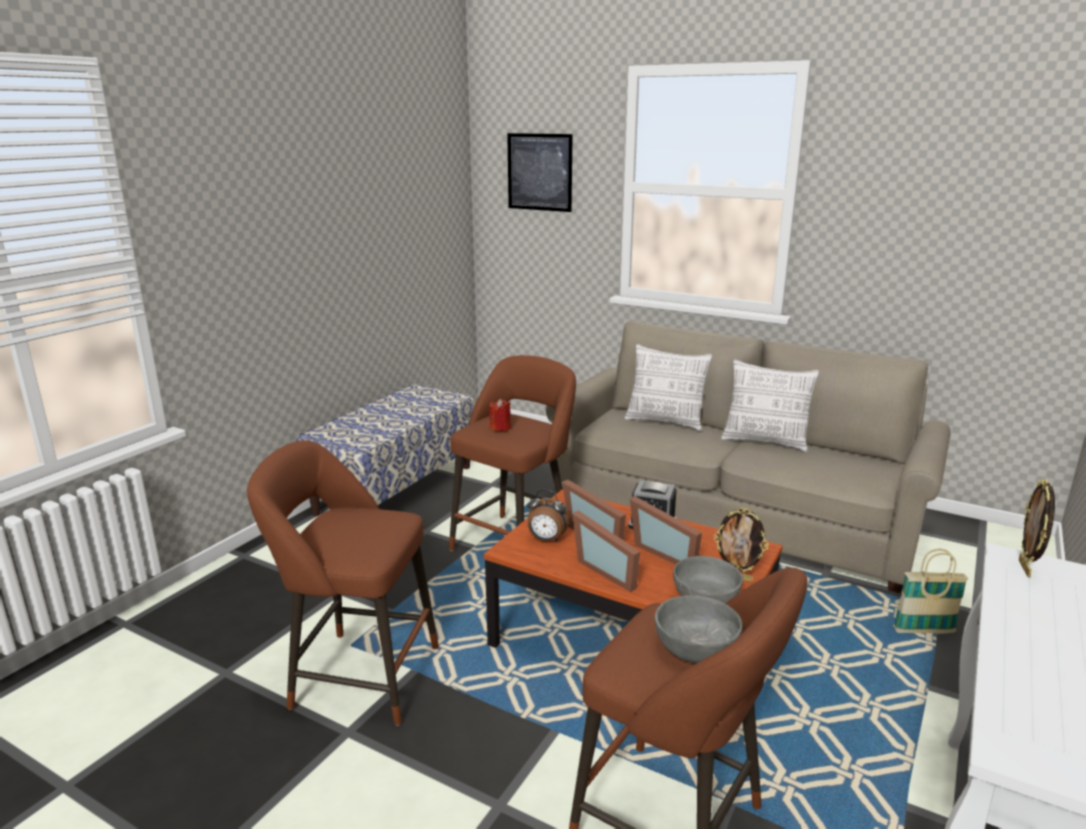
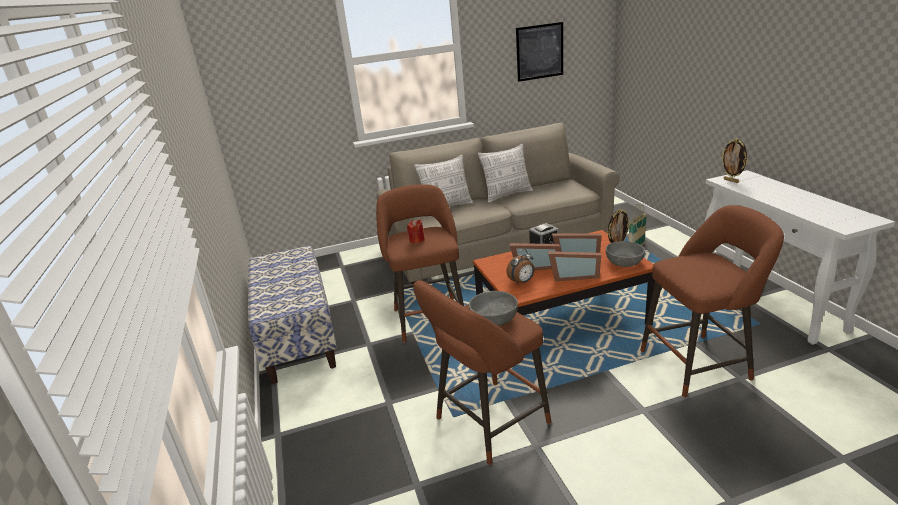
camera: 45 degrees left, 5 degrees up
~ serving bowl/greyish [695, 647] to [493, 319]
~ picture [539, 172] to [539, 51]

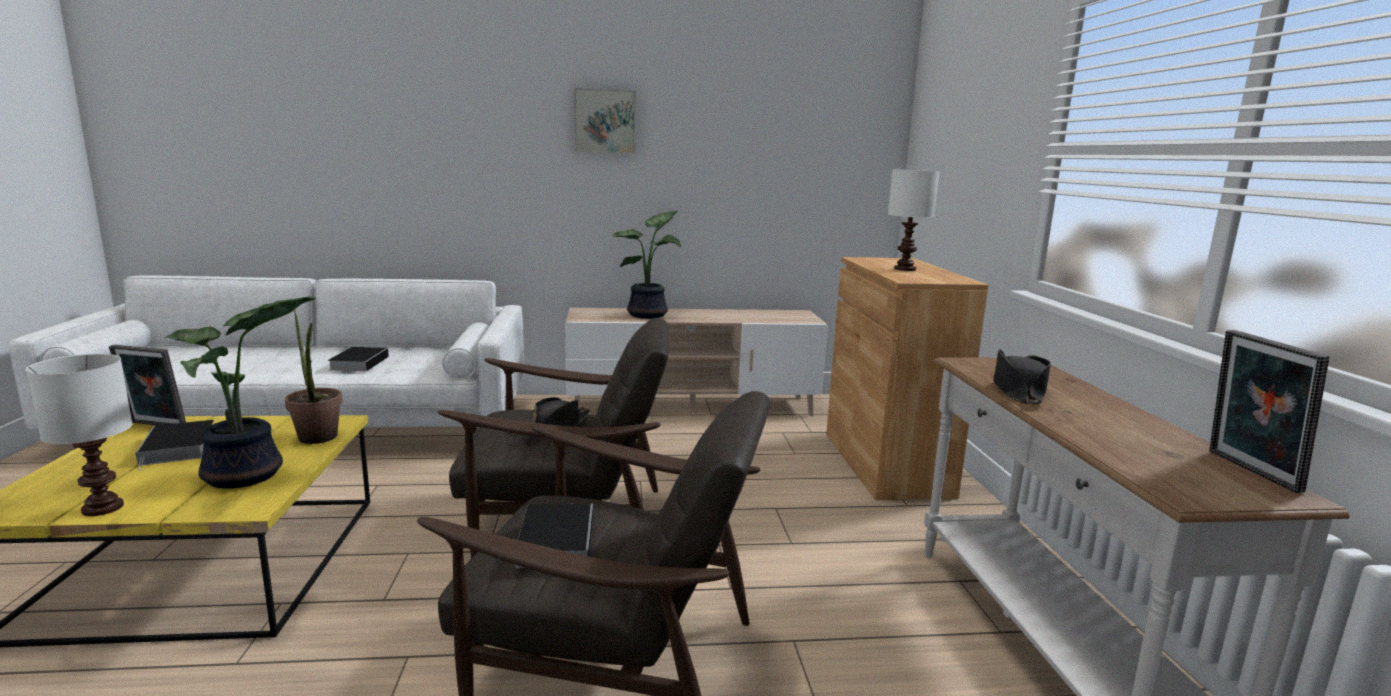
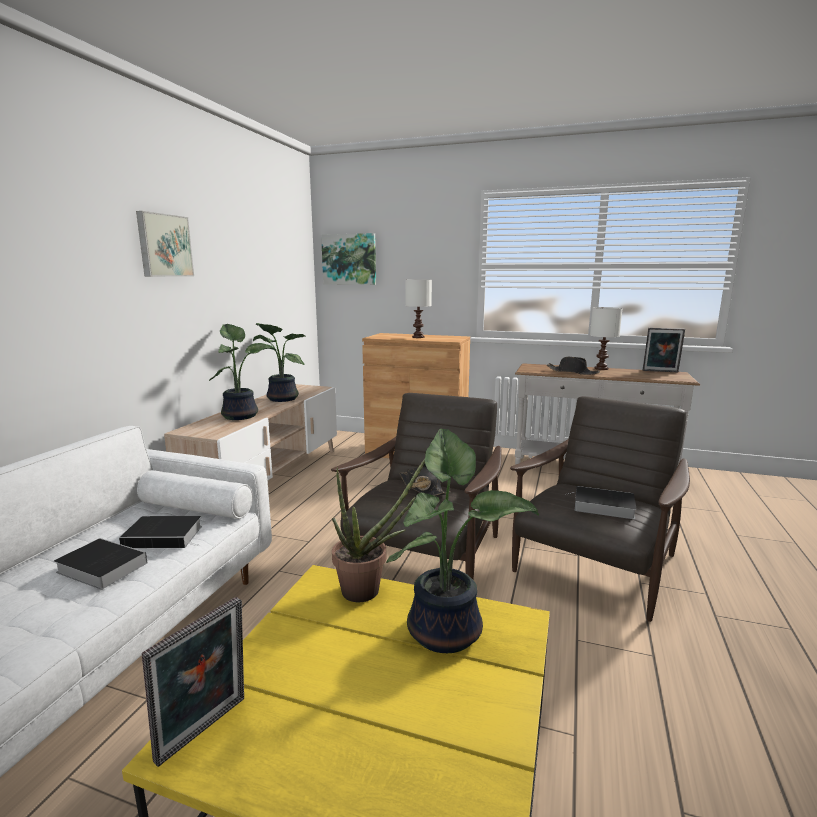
camera: 65 degrees left, 0 degrees up
~ book [179, 448] to [165, 536]
+ potted plant [280, 399]
+ picture [349, 259]
~ tabletop lamp/white [101, 509] to [601, 368]

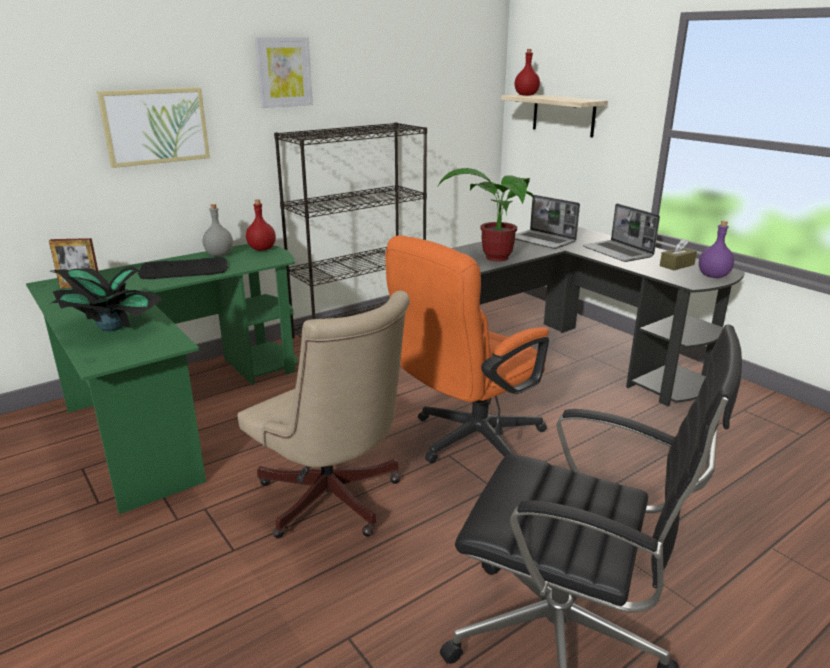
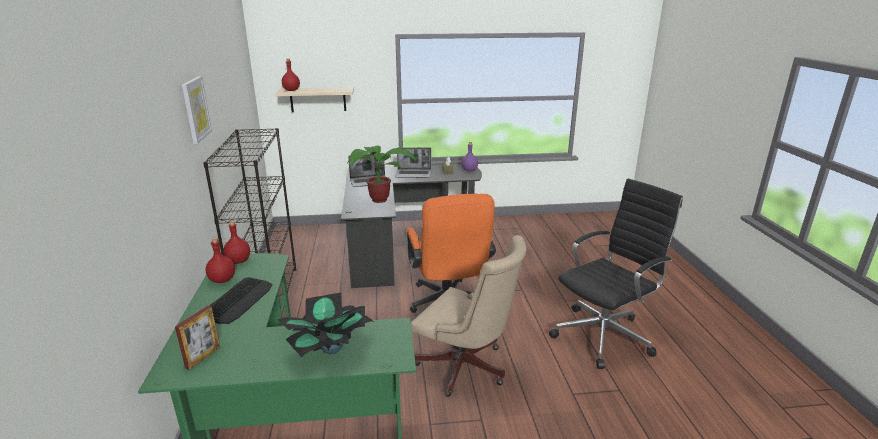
camera: 60 degrees left, 0 degrees up
~ bottle/greyish [219, 255] to bottle/red [222, 280]
~ desk chair/sand-coloured [333, 503] = [466, 369] 45 degrees clockwise
- picture [155, 126]

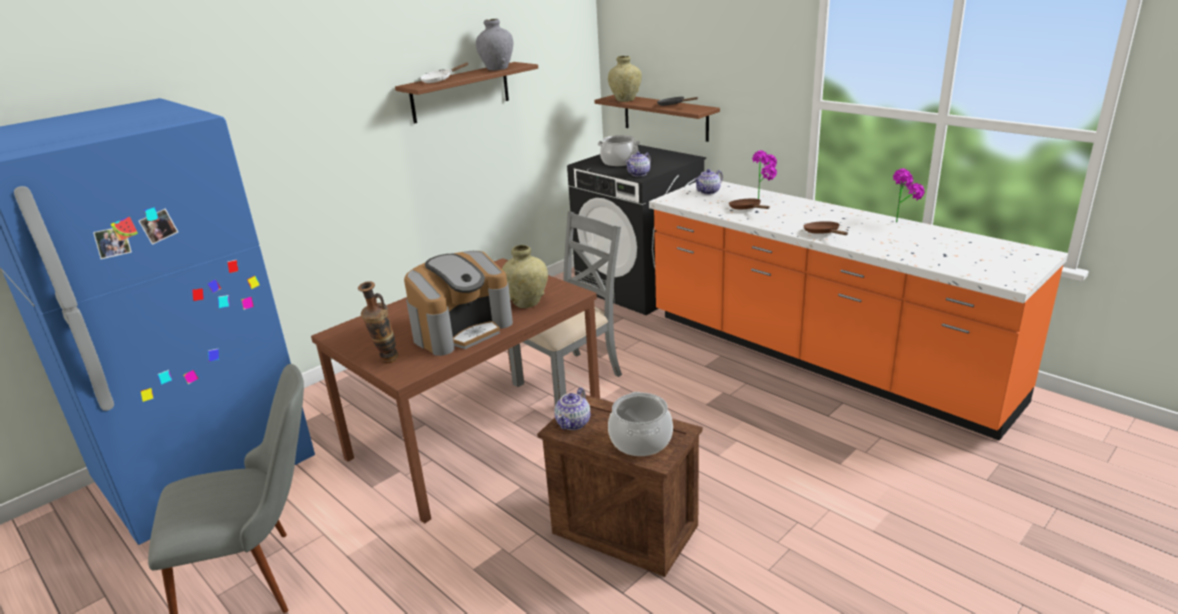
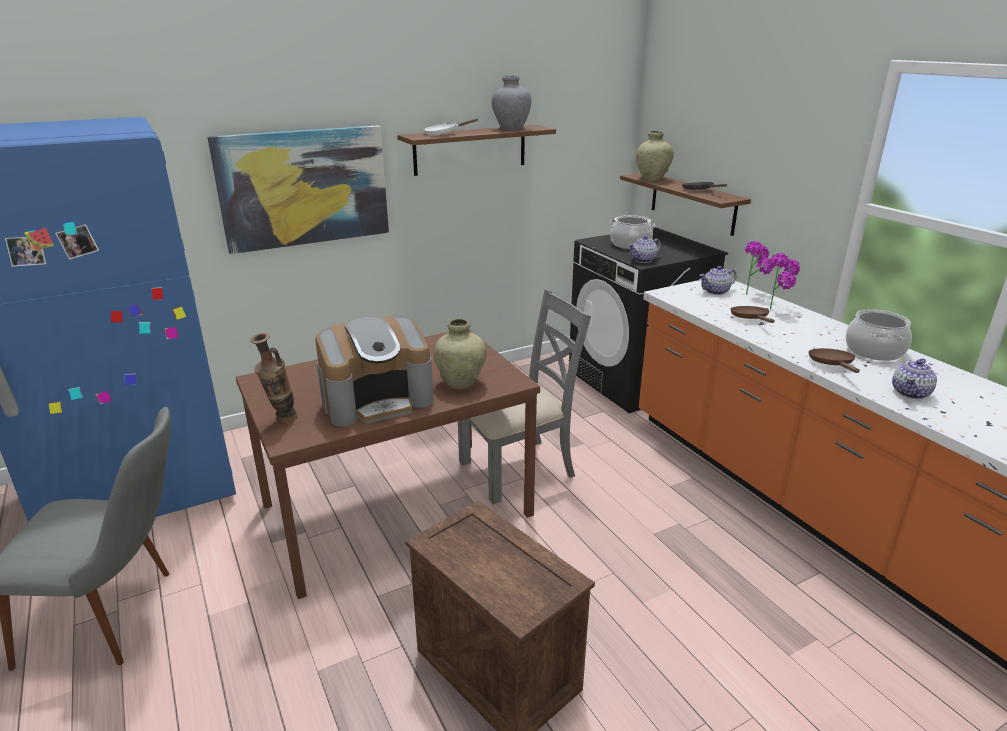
camera: 15 degrees right, 0 degrees up
+ picture [304, 187]
~ potted plant [902, 221] to [753, 294]
~ cooking pot [640, 440] to [873, 351]
~ pot for tea [573, 423] to [911, 393]

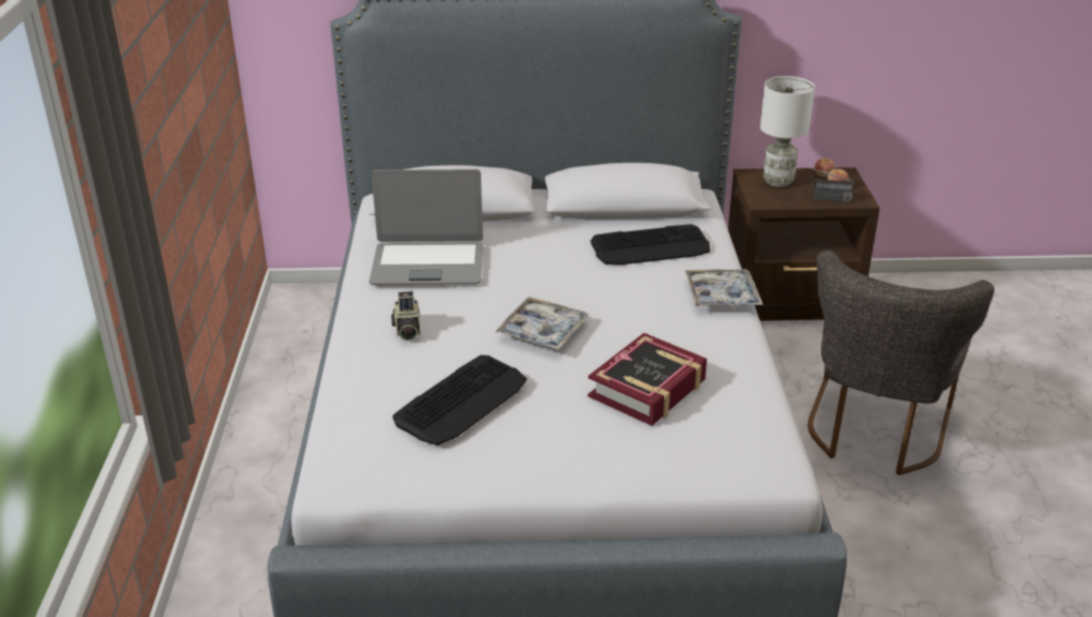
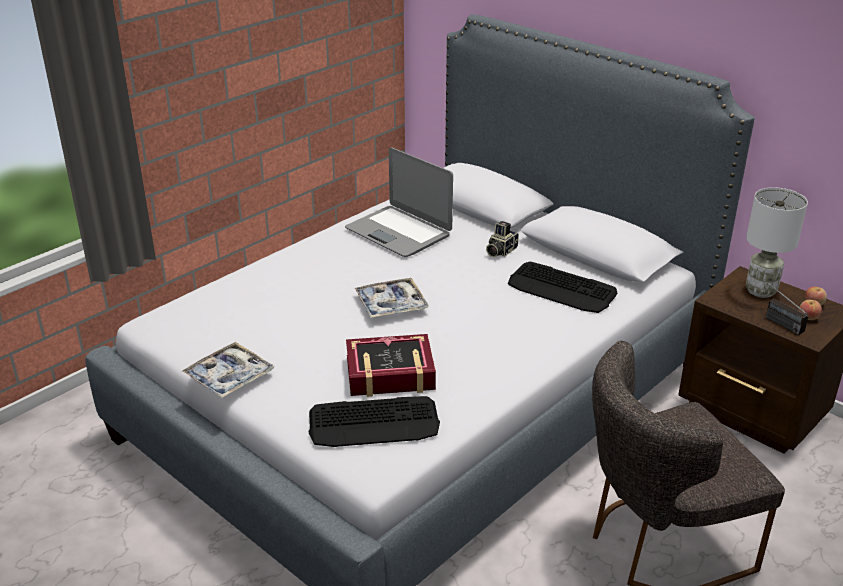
camera: 45 degrees right, 0 degrees up
~ tray [722, 296] to [229, 377]
~ computer keyboard [462, 401] to [374, 423]
~ photo camera [407, 330] to [500, 251]

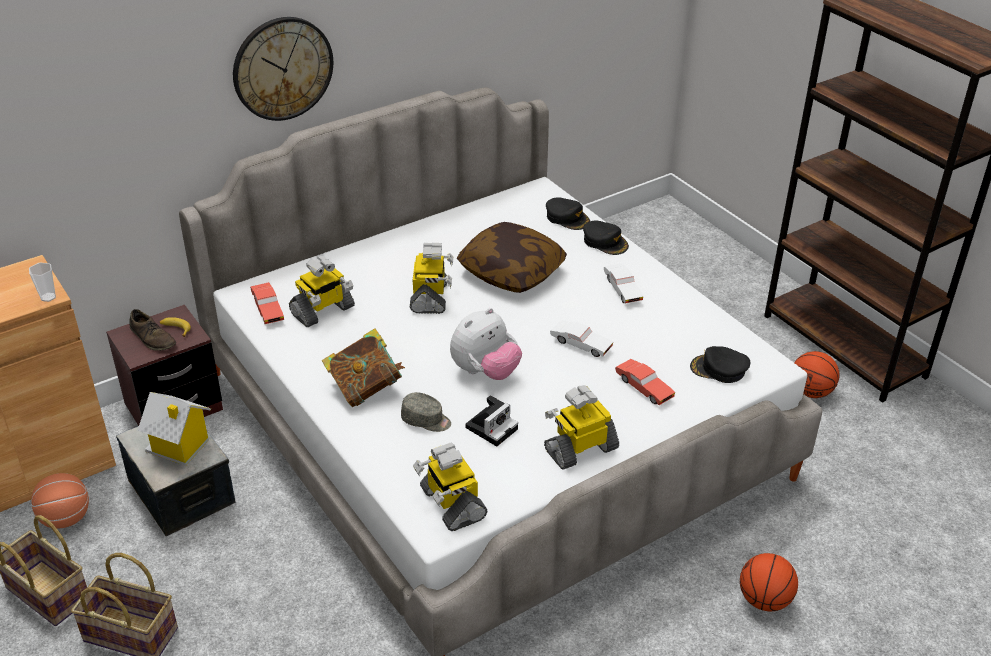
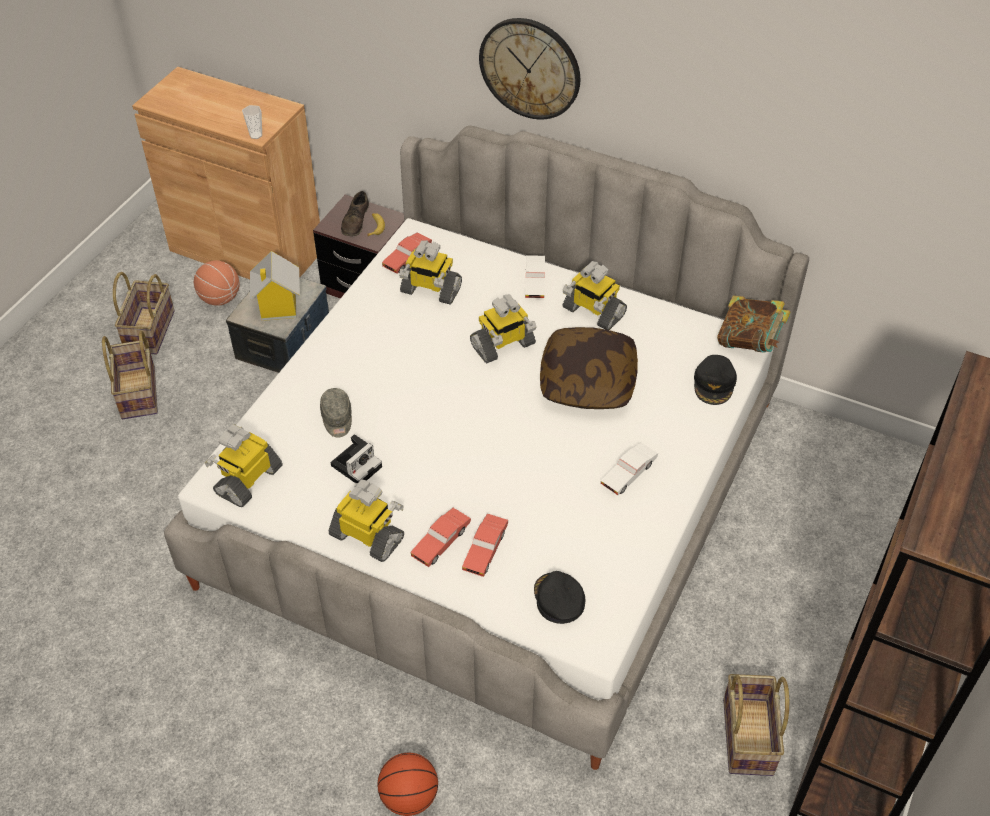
camera: 60 degrees right, 10 degrees up
~ photo camera [492, 427] = [357, 464] 60 degrees counterclockwise
+ toy car/red [441, 542]
~ toy car/white [580, 345] to [534, 282]
+ robot figure [593, 312]
~ book [365, 388] to [749, 342]
~ basketball [811, 392] to household basket [749, 737]
- plush toy [485, 372]
- baseball cap/black-coloured [605, 242]

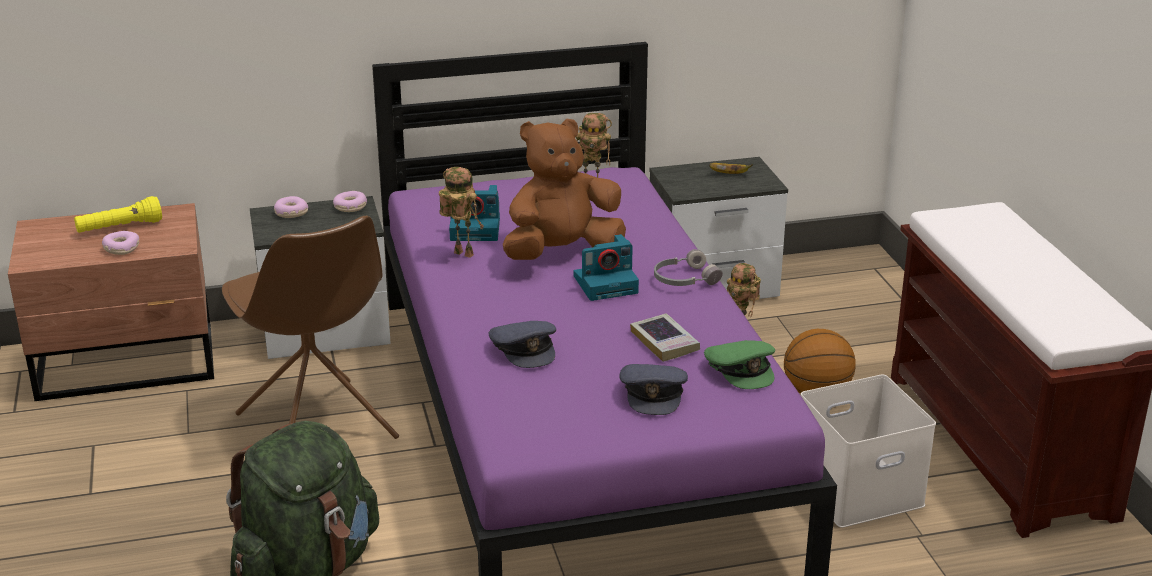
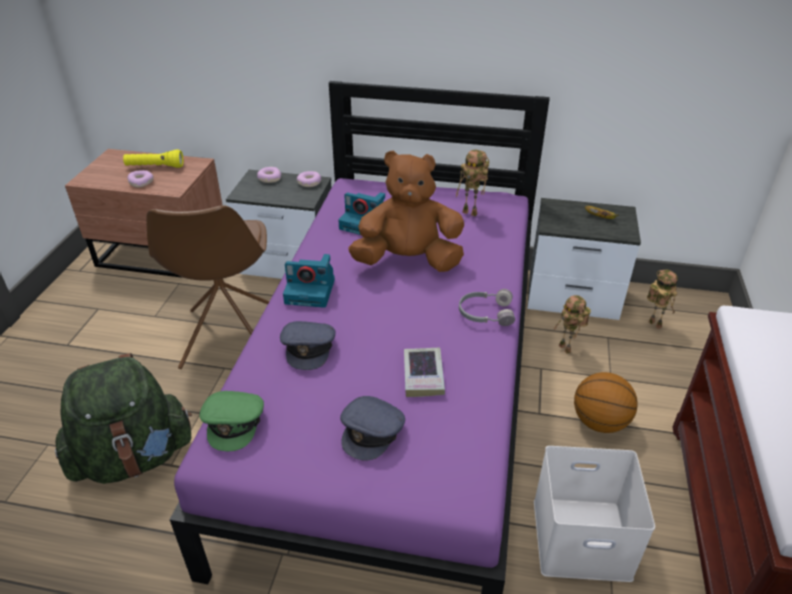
camera: 25 degrees right, 10 degrees up
~ baseball cap/green-coloured [741, 370] to [234, 422]
~ photo camera [606, 284] to [311, 291]
~ robot figure [461, 254] to [652, 324]

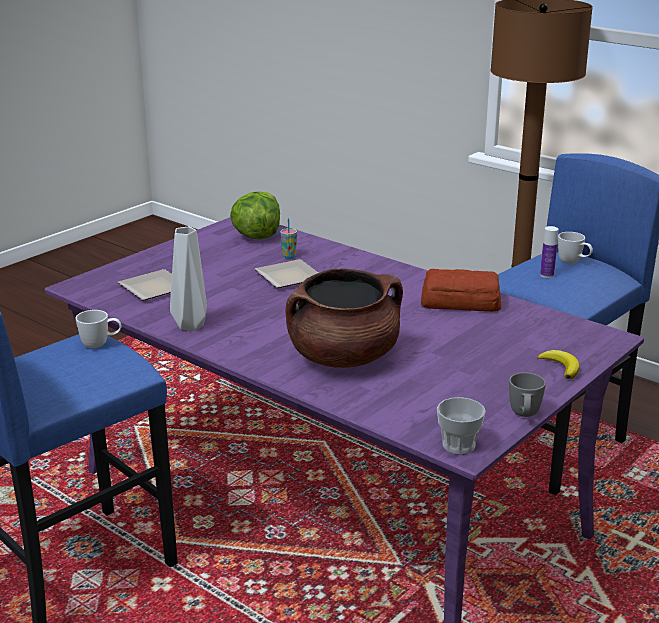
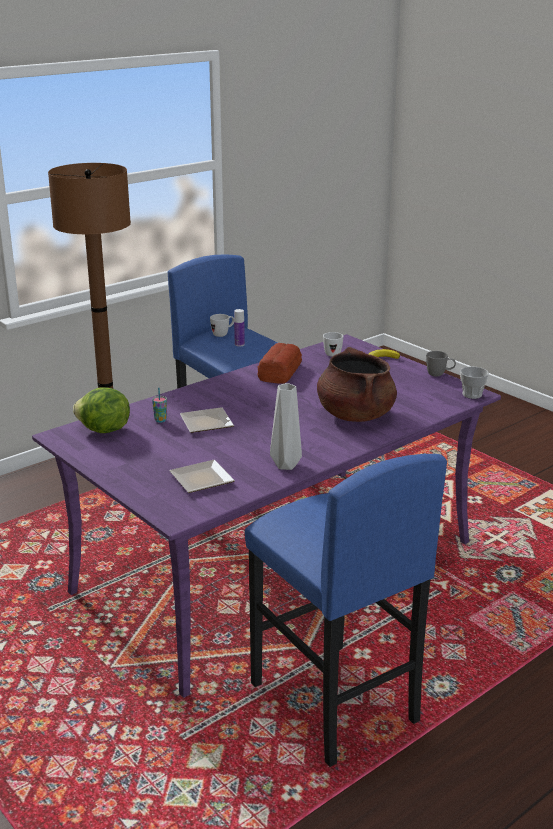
camera: 80 degrees left, 0 degrees up
~ mug/white [101, 344] to [332, 353]

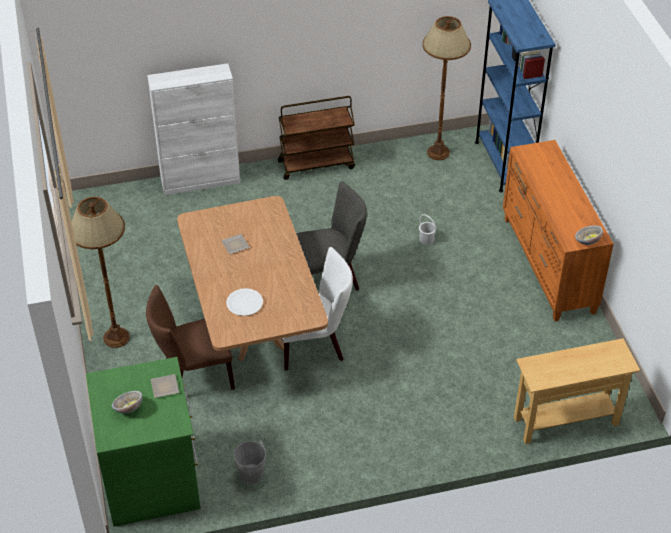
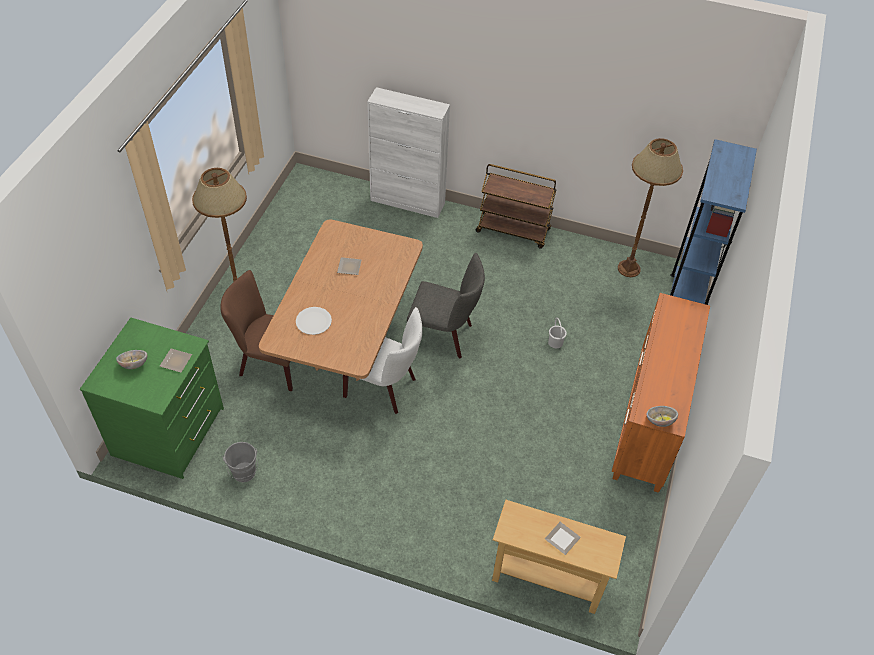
camera: 30 degrees right, 5 degrees up
+ dinner plate [562, 538]

